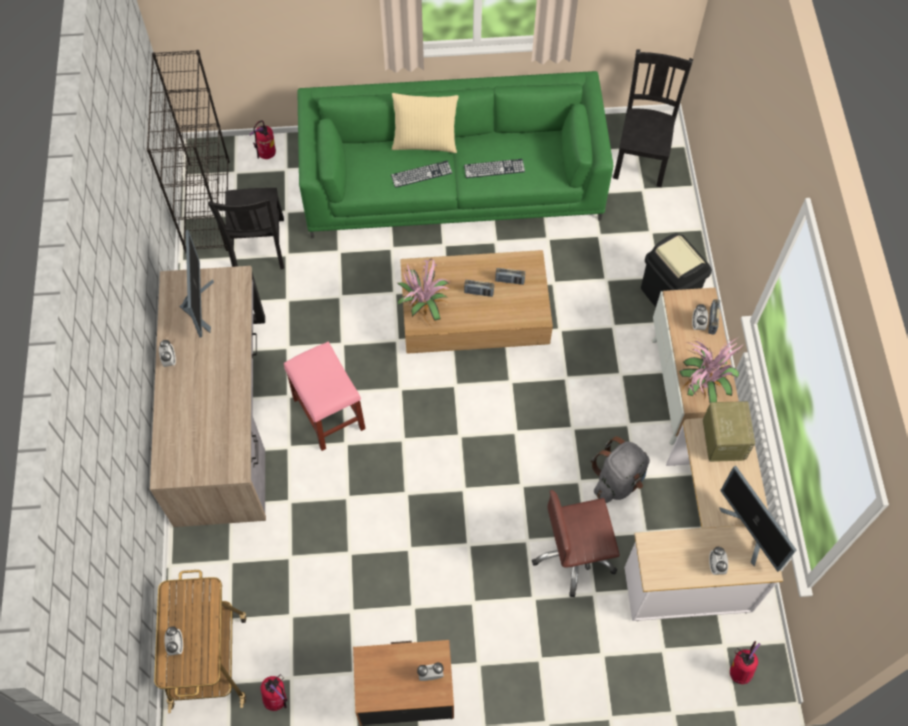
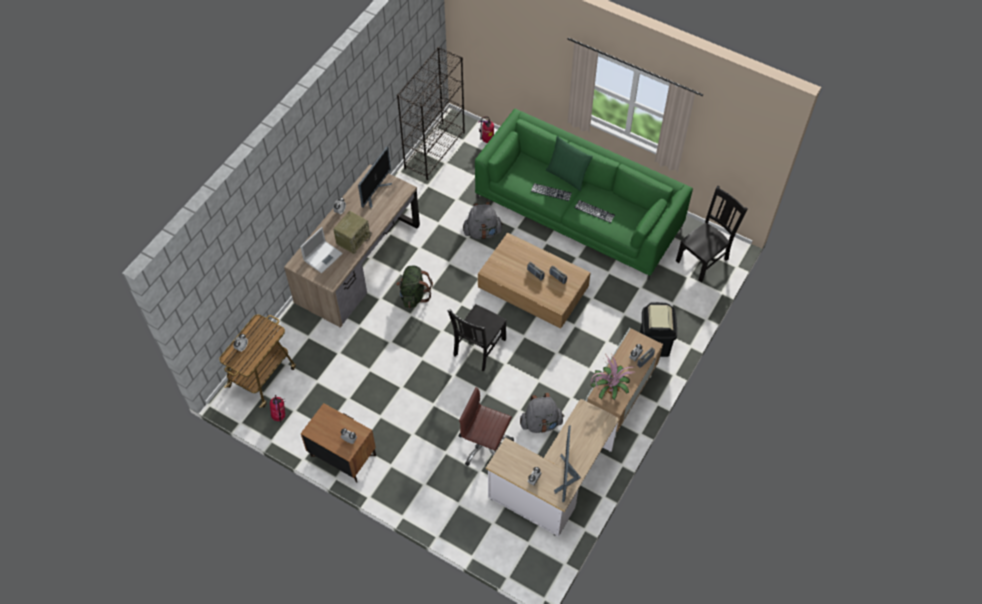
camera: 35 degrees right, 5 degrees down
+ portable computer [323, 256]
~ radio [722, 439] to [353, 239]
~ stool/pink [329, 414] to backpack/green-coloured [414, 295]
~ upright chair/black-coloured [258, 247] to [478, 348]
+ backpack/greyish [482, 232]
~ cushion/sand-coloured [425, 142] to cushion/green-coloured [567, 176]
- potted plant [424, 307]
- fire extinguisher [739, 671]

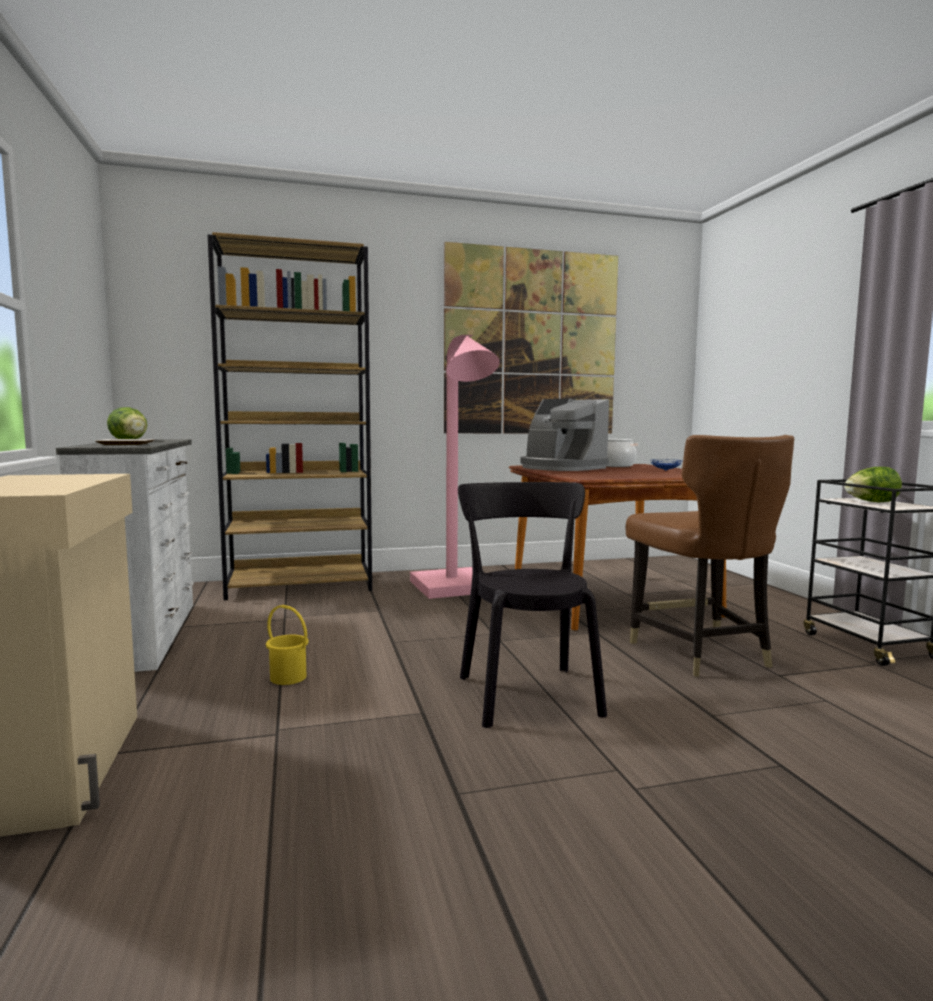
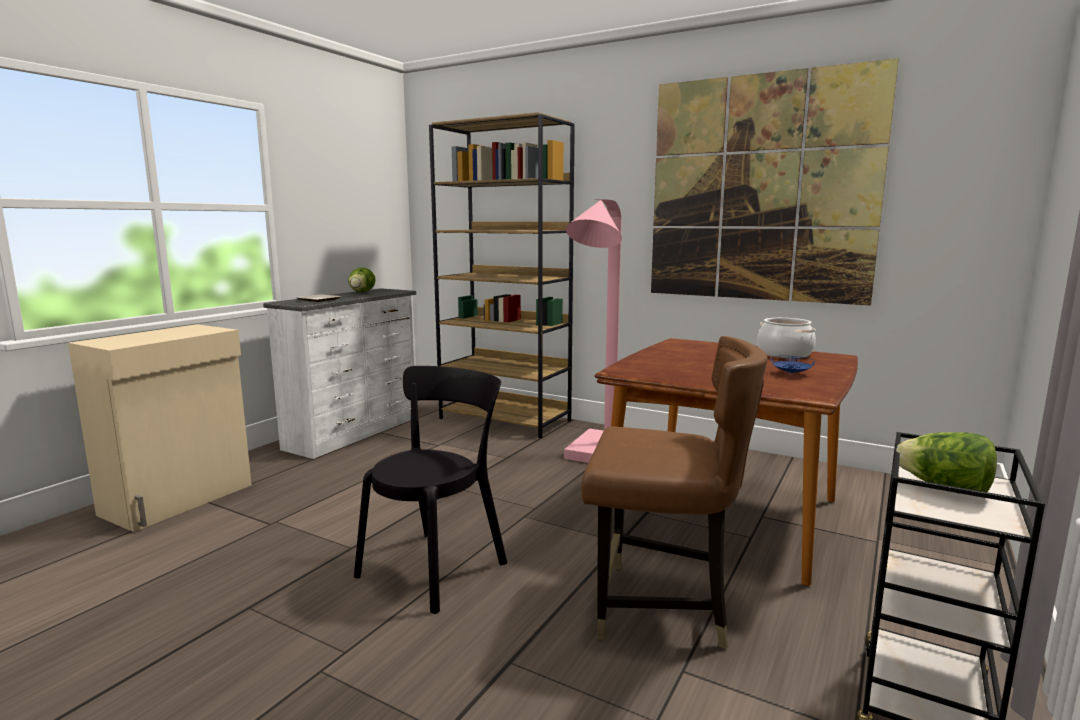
camera: 45 degrees right, 5 degrees up
~ upright chair/brownish [700, 653] = [662, 607] 105 degrees counterclockwise
- bucket/yellowish [288, 678]
- coffee brewer [560, 468]

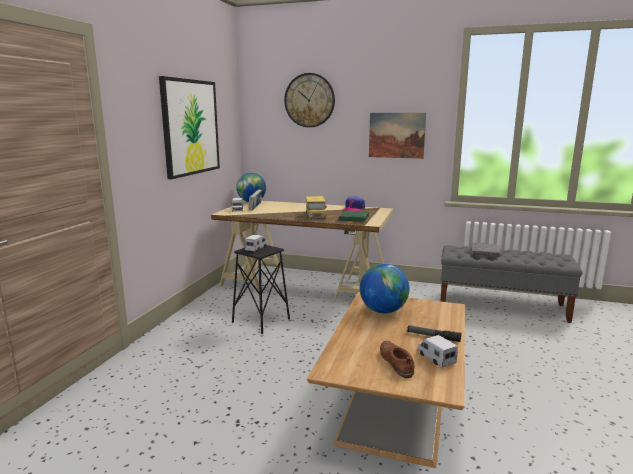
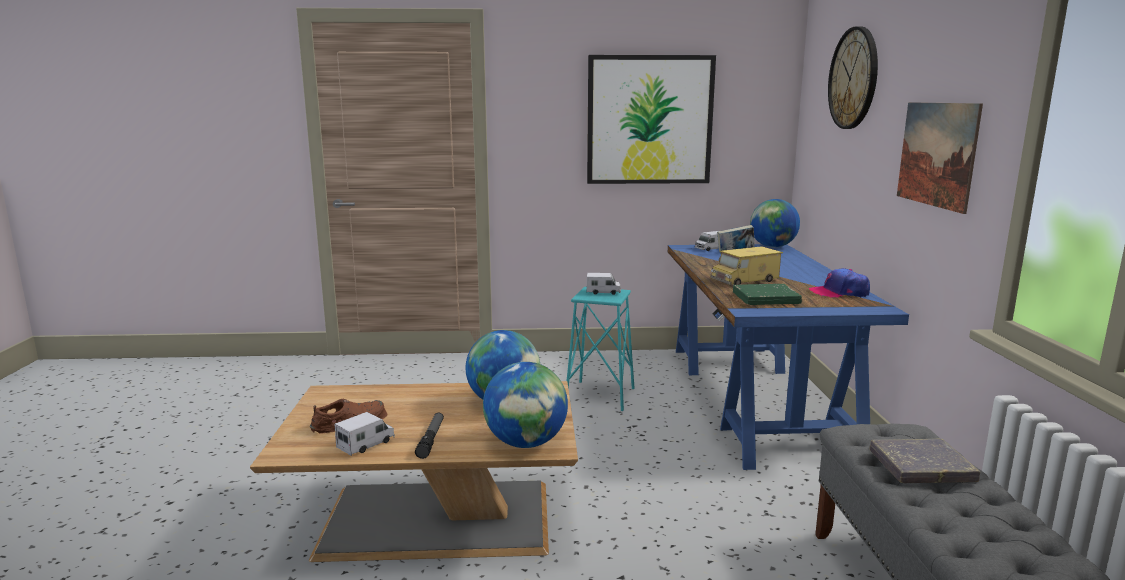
camera: 70 degrees right, 0 degrees up
+ desk globe [526, 443]
~ stool/black-coloured [261, 321] to stool/turquoise-coloured [600, 396]
~ desk/sand-coloured [305, 284] to desk/bluish [757, 399]

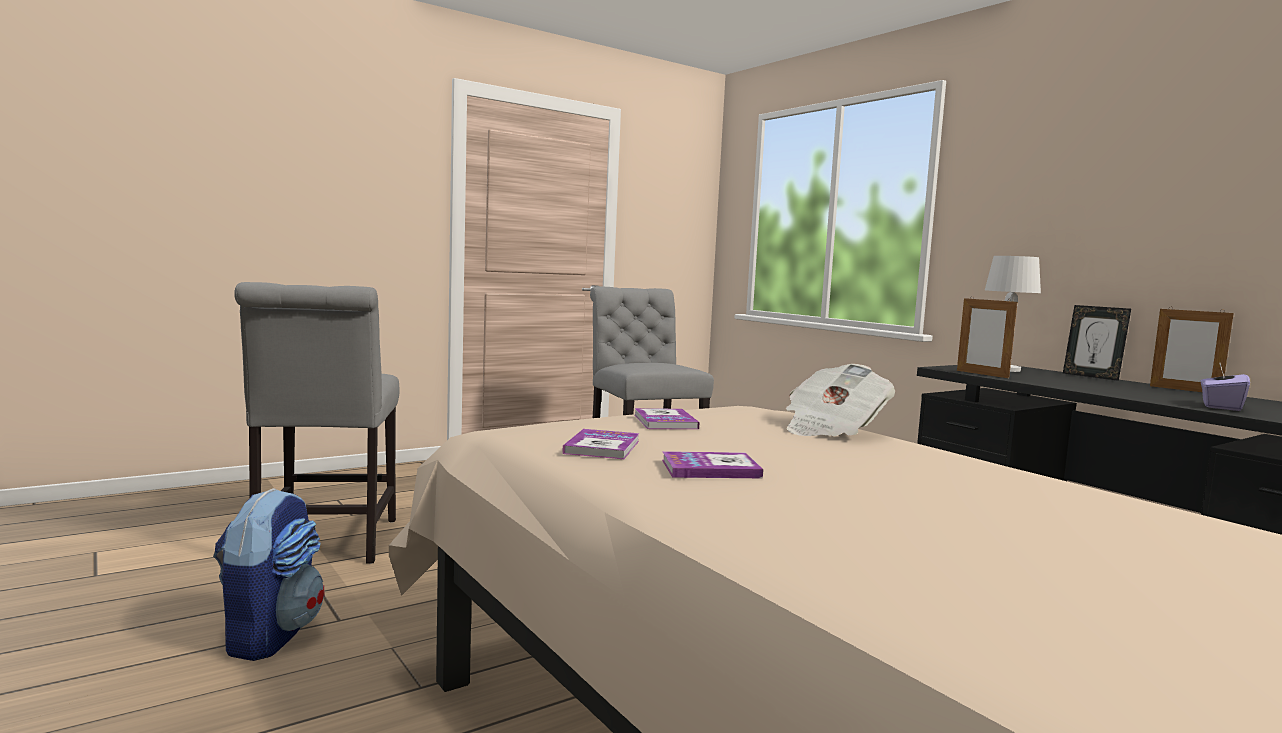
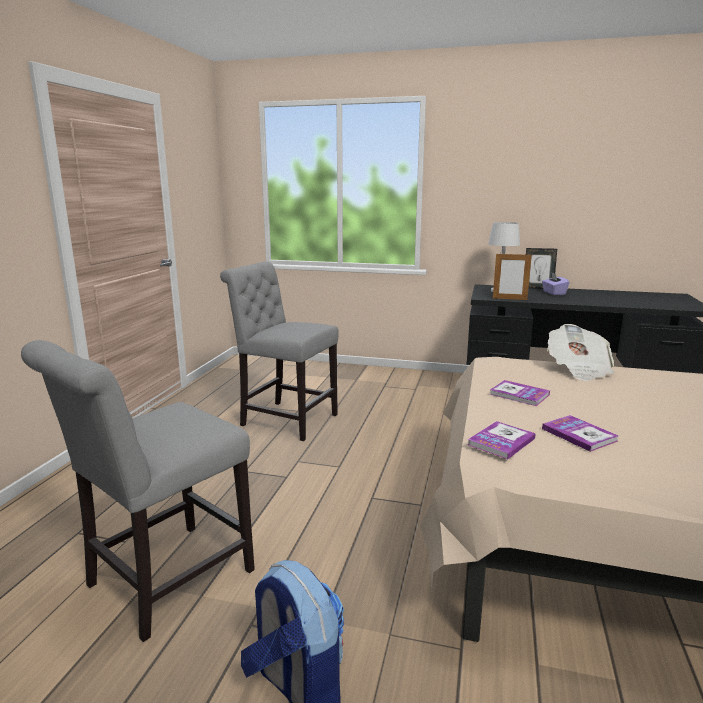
camera: 40 degrees left, 10 degrees up
~ upright chair/greyish [325, 544] = [163, 582] 90 degrees clockwise
~ book [710, 468] to [501, 441]
~ tissue holder/purplish [1220, 406] to [553, 293]
- photo frame [1184, 390]

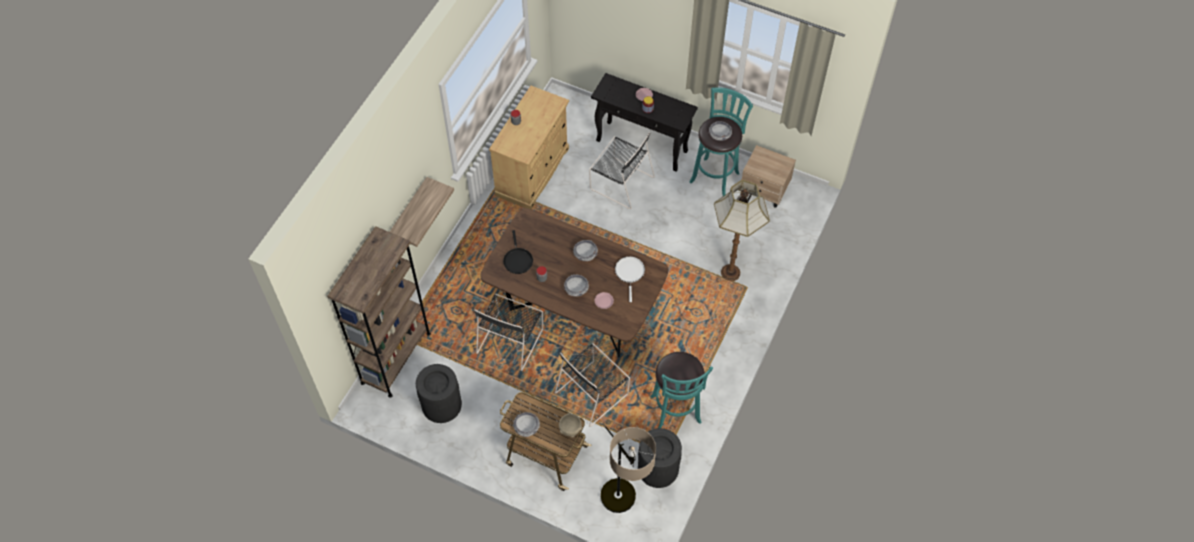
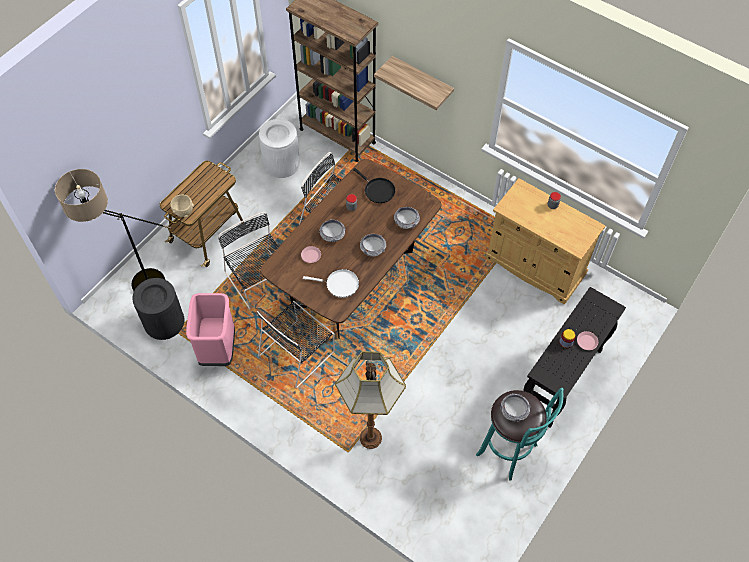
camera: 100 degrees right, 0 degrees up
~ stool/turquoise-coloured [676, 412] to trash can/pink [217, 349]
~ upright chair/black-coloured [620, 182] to [298, 352]
~ trash can/black-coloured [441, 404] to trash can/white [282, 163]
~ pan/black-coloured [517, 260] = [378, 190] 135 degrees counterclockwise
~ serving bowl [526, 427] to [406, 221]
- bedside table/sand-coloured [765, 191]

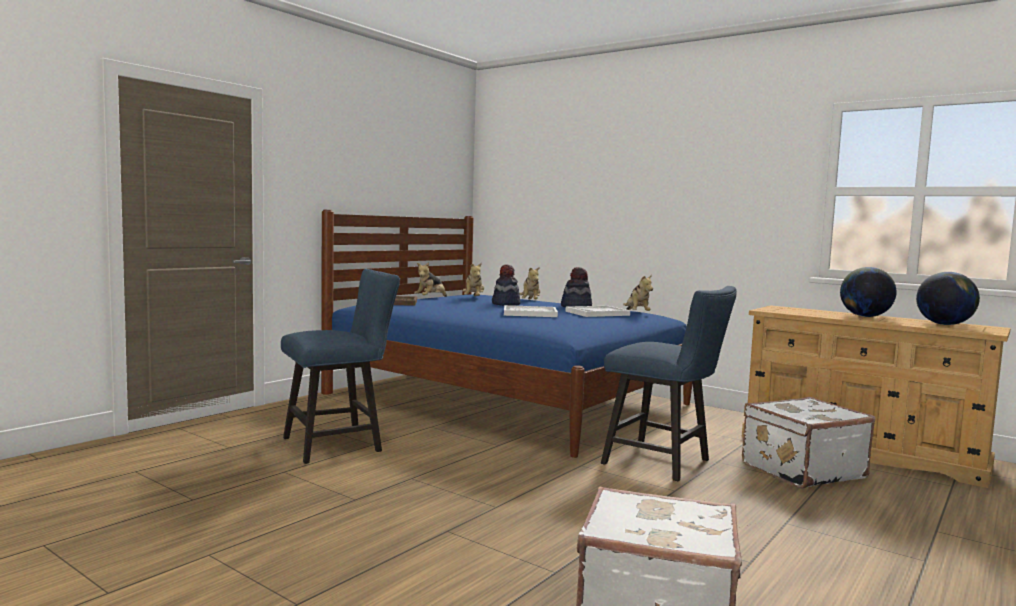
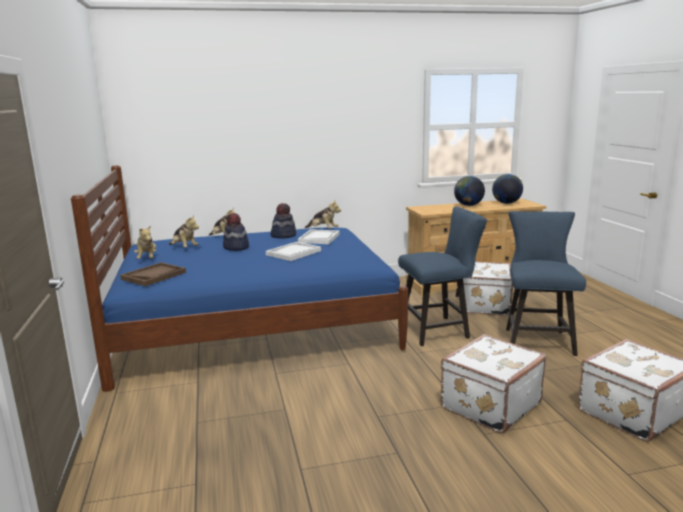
camera: 50 degrees left, 10 degrees up
+ travel case/white [488, 405]
~ upright chair/bluish [340, 444] to [536, 339]

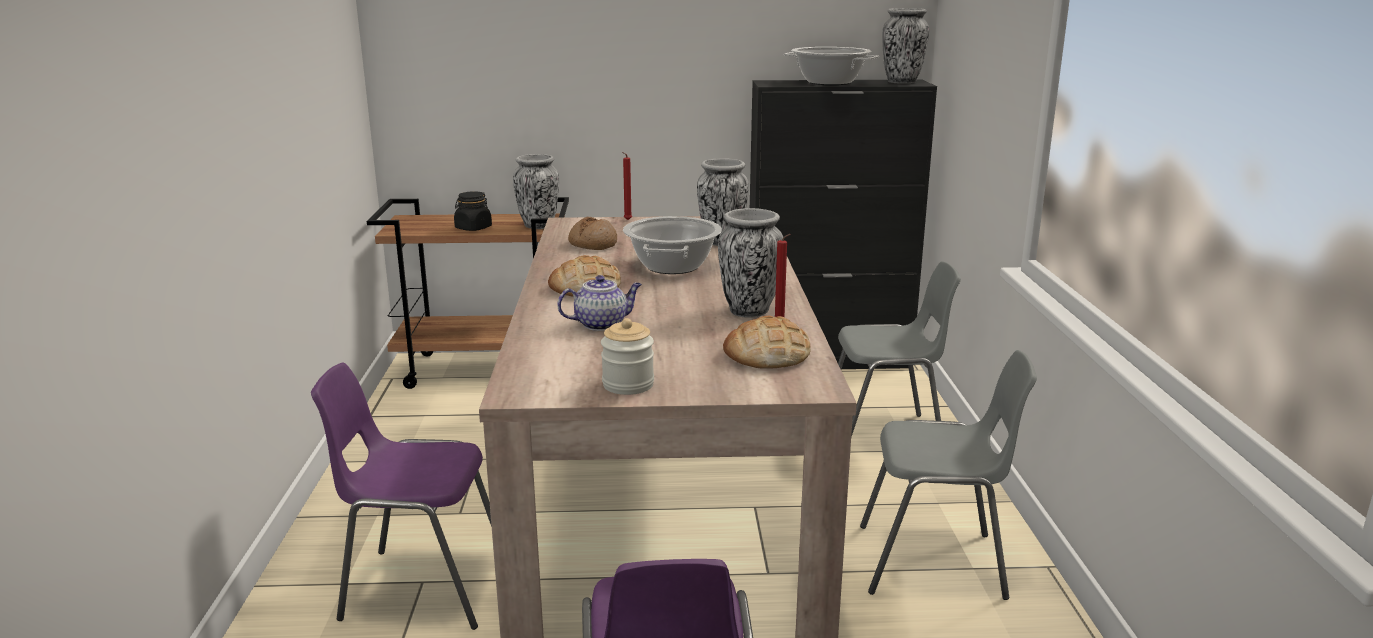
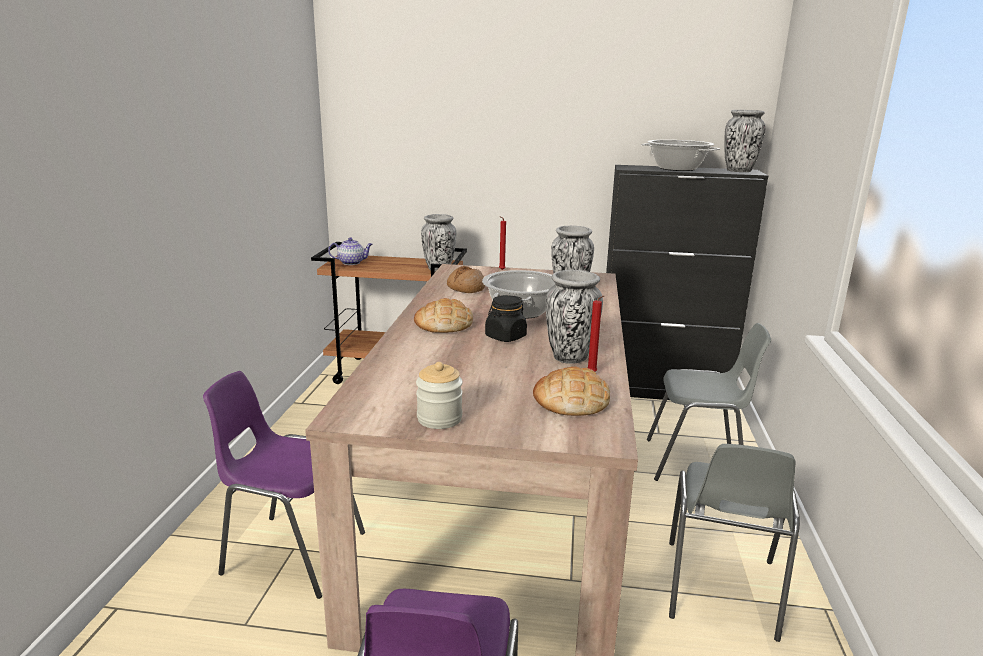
camera: 10 degrees right, 0 degrees up
~ pot for tea [602, 324] to [352, 262]
~ preserve jar/black-coloured [473, 228] to [505, 337]
~ upright chair/greyish [935, 563] = [720, 591] 90 degrees clockwise

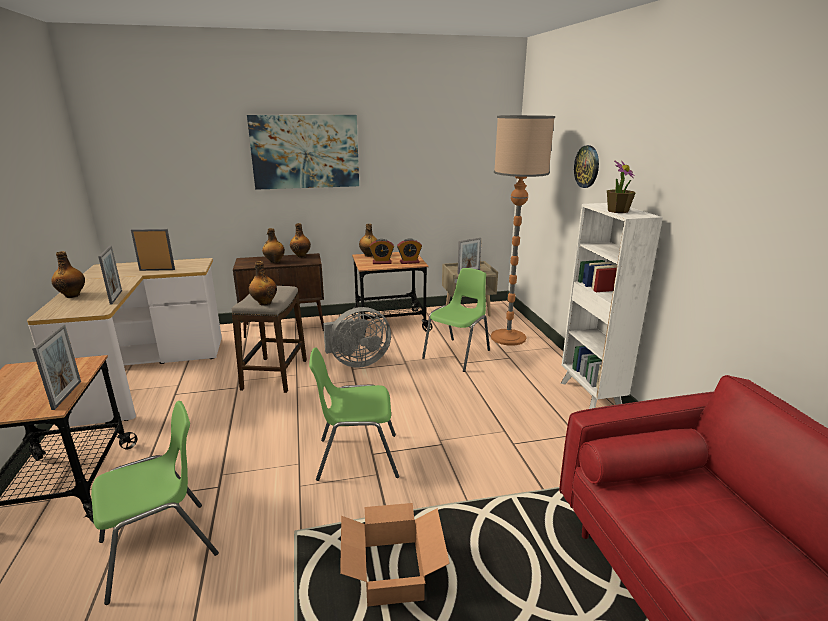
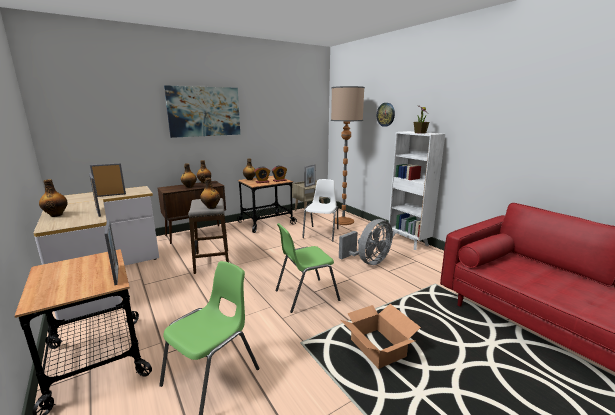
camera: 20 degrees left, 5 degrees down
~ upright chair/green-coloured [458, 354] to upright chair/white [322, 233]
~ cooling fan/greyish [357, 362] to [368, 261]

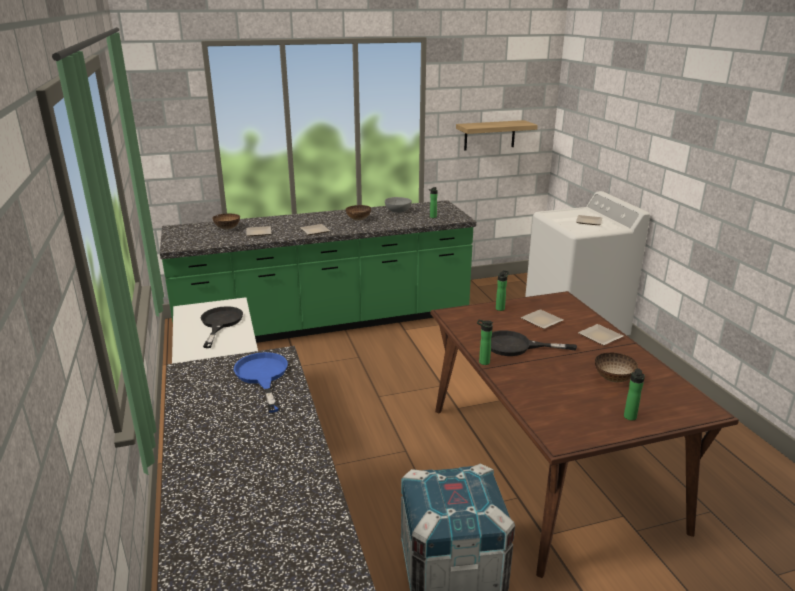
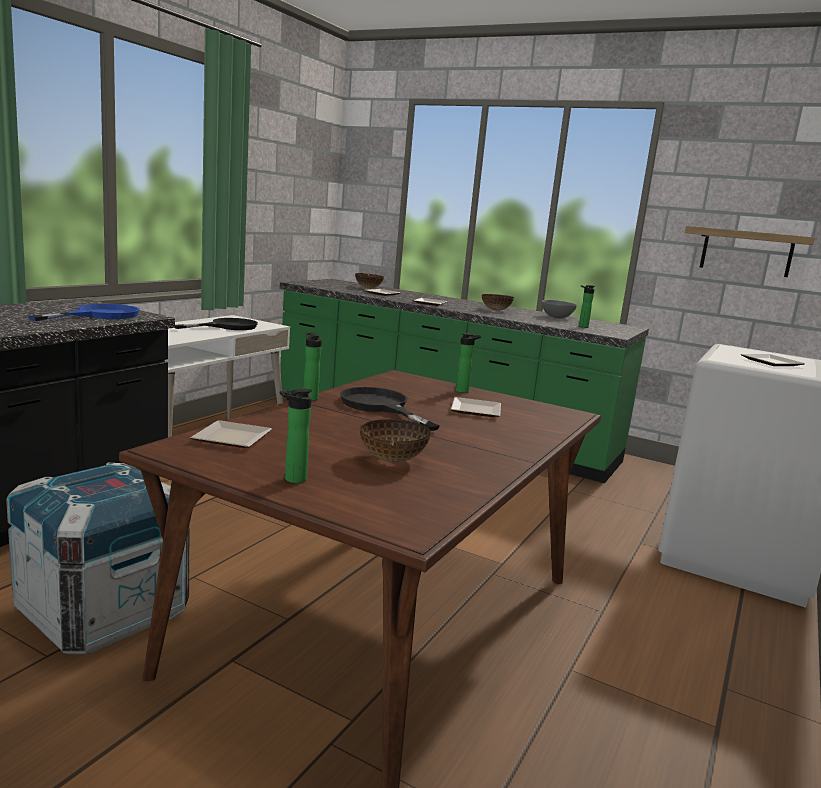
camera: 45 degrees right, 10 degrees down
~ dinner plate [601, 337] to [233, 439]

